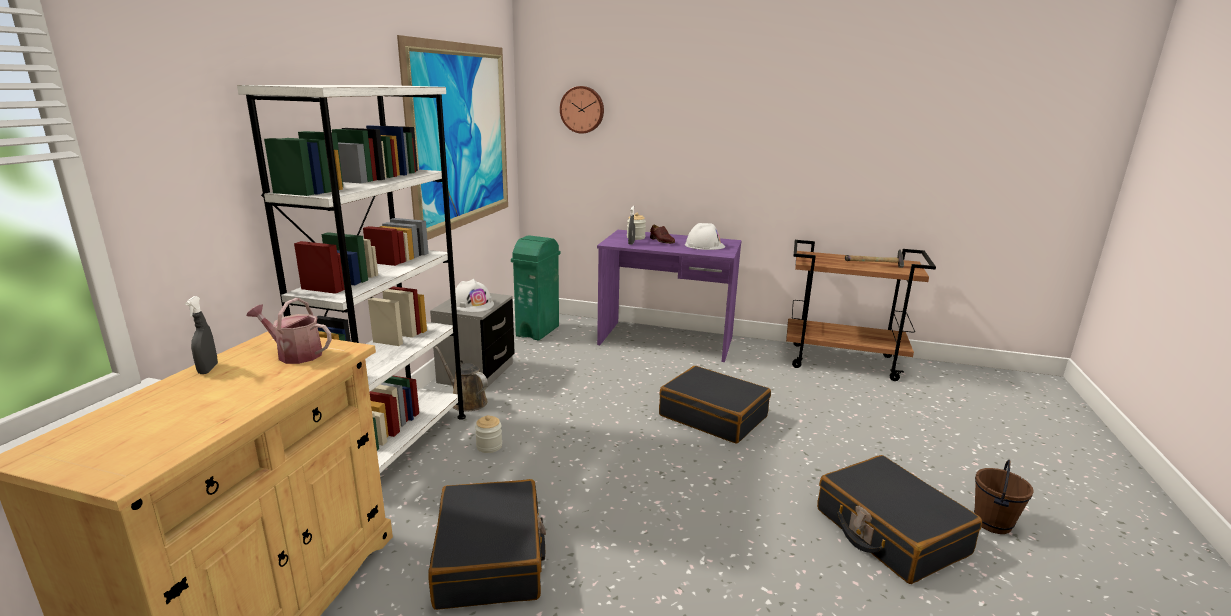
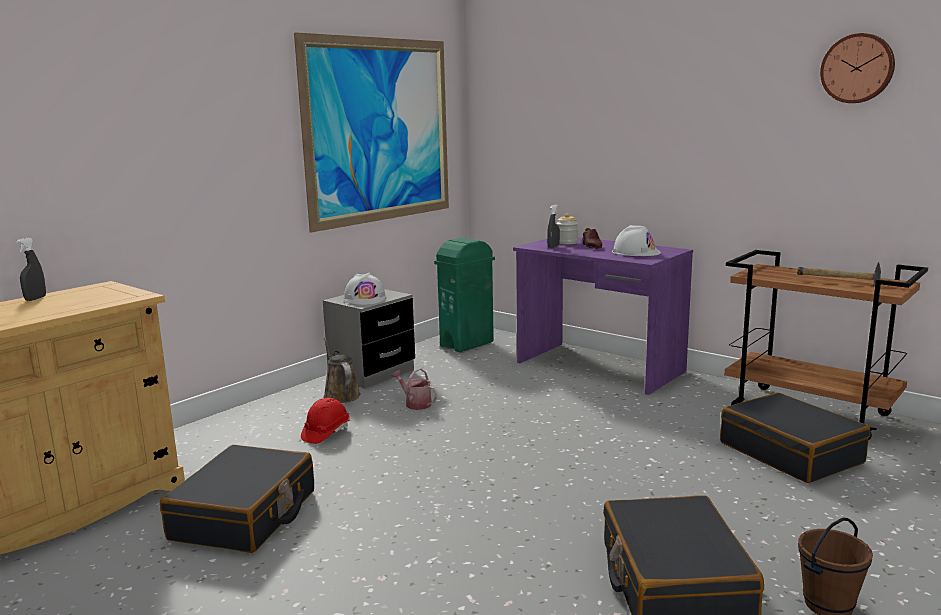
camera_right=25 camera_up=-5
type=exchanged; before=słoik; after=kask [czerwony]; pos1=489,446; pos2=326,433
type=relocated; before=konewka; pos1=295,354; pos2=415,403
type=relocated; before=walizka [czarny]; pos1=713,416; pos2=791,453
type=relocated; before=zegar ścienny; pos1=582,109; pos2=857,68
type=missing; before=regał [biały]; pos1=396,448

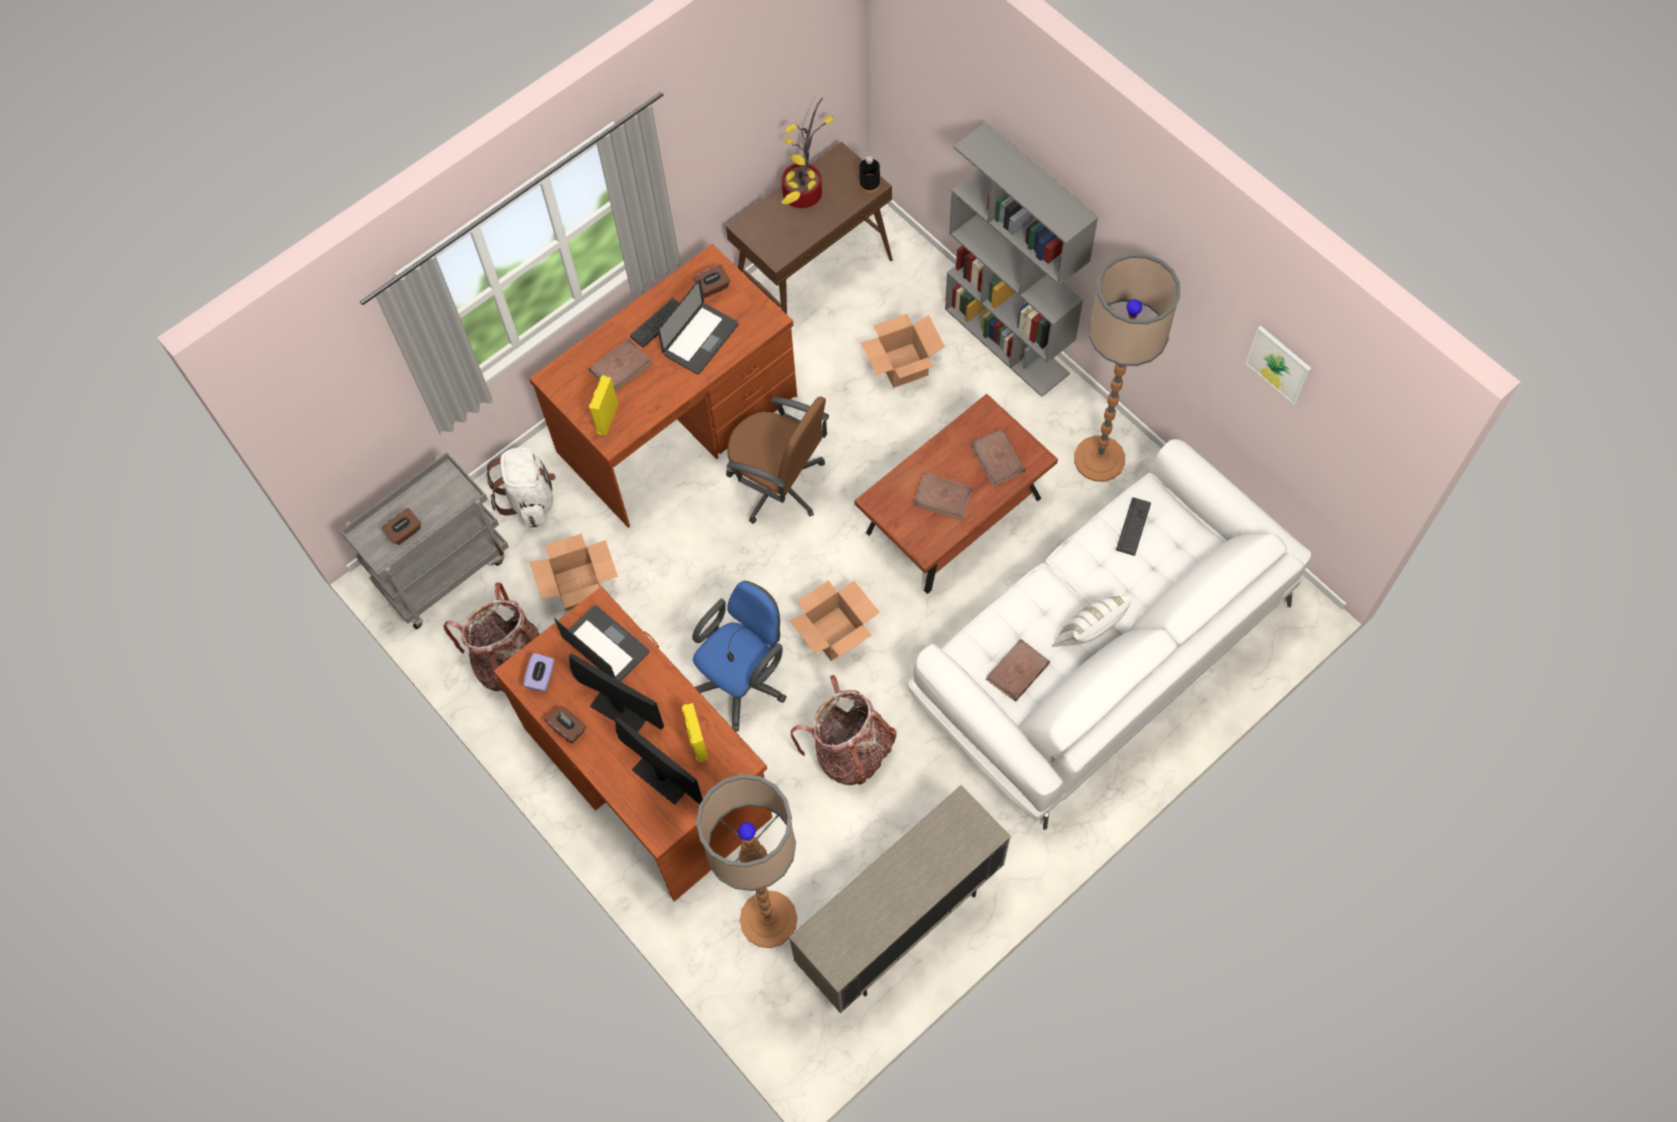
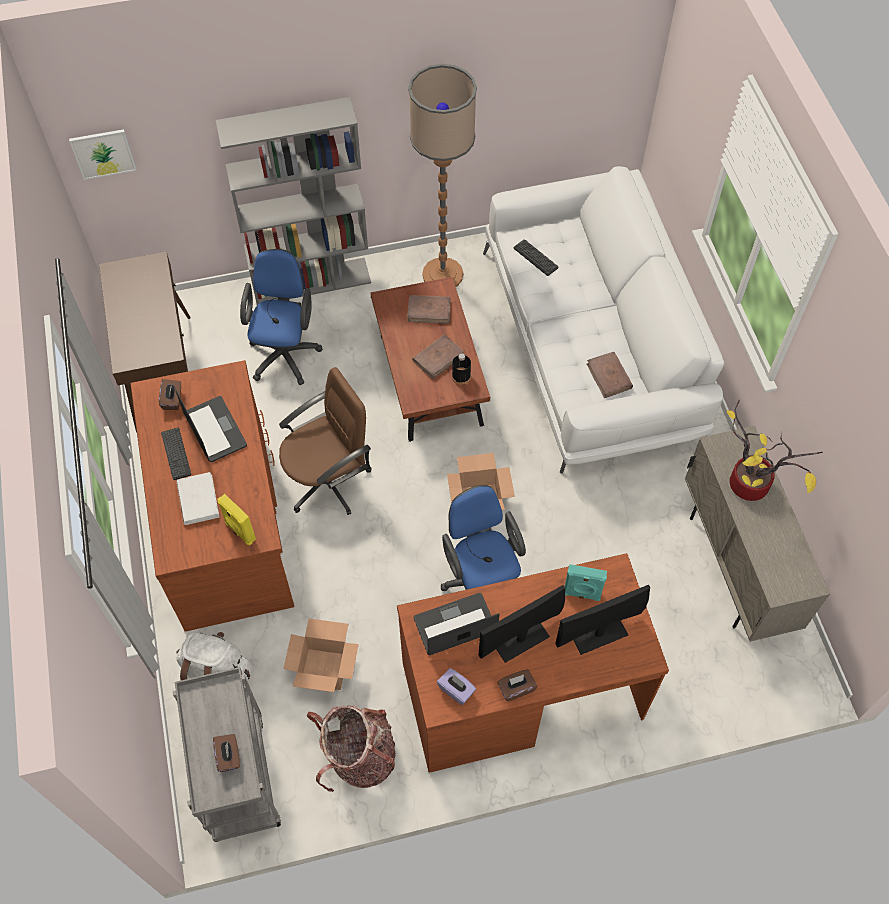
camera_right=-65 camera_up=-5
type=relocated; before=obraz; pos1=1279,364; pos2=103,153
type=colour; before=książka [brązowy]; after=książka [biały]; pos1=620,367; pos2=198,499
type=exchanged; before=karton; after=krzesło biurowe [niebieski]; pos1=903,366; pos2=285,352
type=relocated; before=butelka [czarny]; pos1=869,184; pos2=461,377
type=colour; before=głośnik [żółty]; after=głośnik [turkusowy]; pos1=697,742; pos2=581,594
type=relocated; before=roślina doniczkowa; pos1=804,196; pos2=752,484
type=missing; before=lampa stojąca; pos1=768,919
type=missing; before=plecak; pos1=850,750
type=missing; before=poduszka [biały]; pos1=1089,636

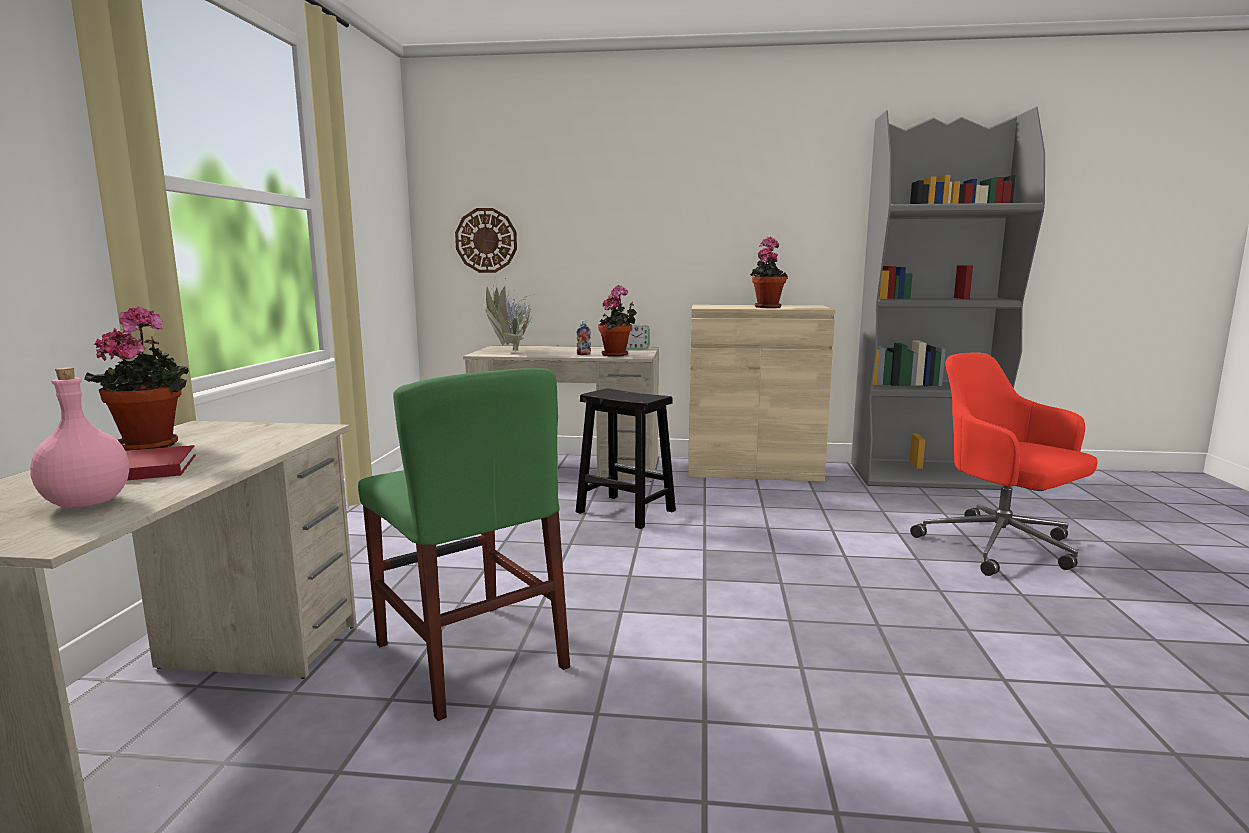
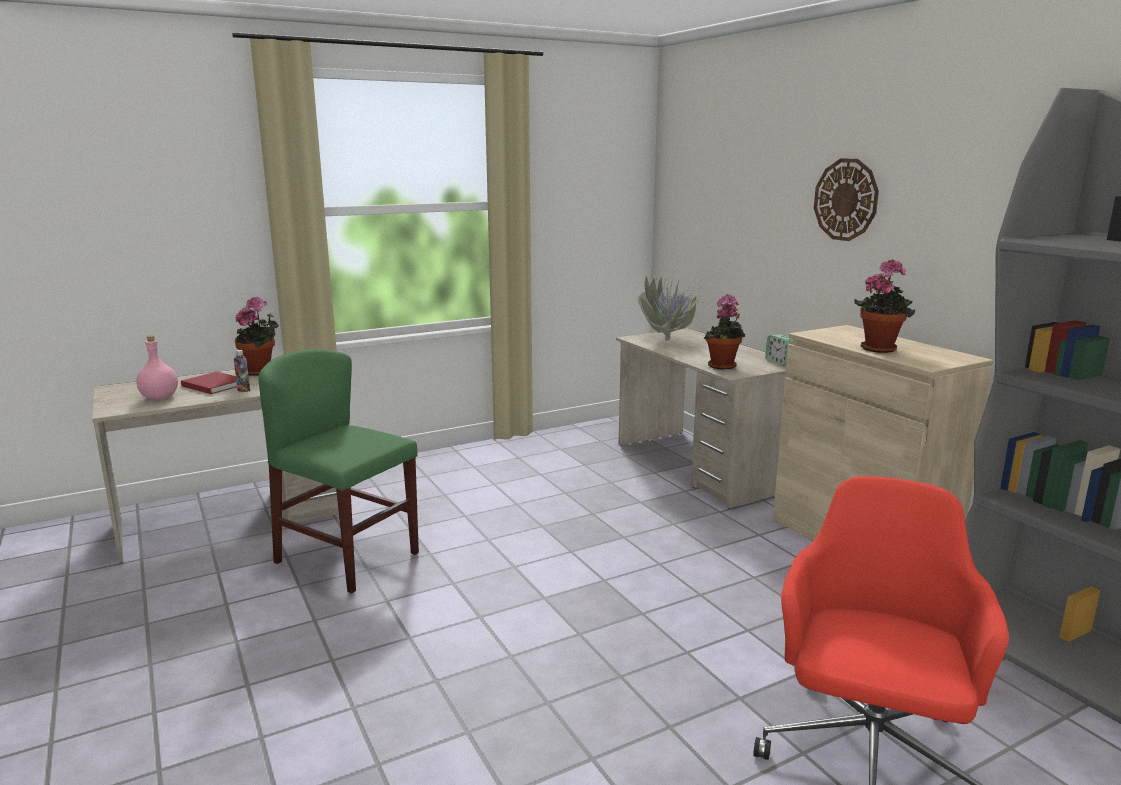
camera_right=55 camera_up=5
type=relocated; before=butelka; pos1=583,354; pos2=243,390
type=spun; before=krzesło [zielony]; pos1=469,655; pos2=347,557; turn=105
type=relocated; before=zegar ścienny; pos1=486,240; pos2=846,199
type=missing; before=stołek [czarny]; pos1=624,511

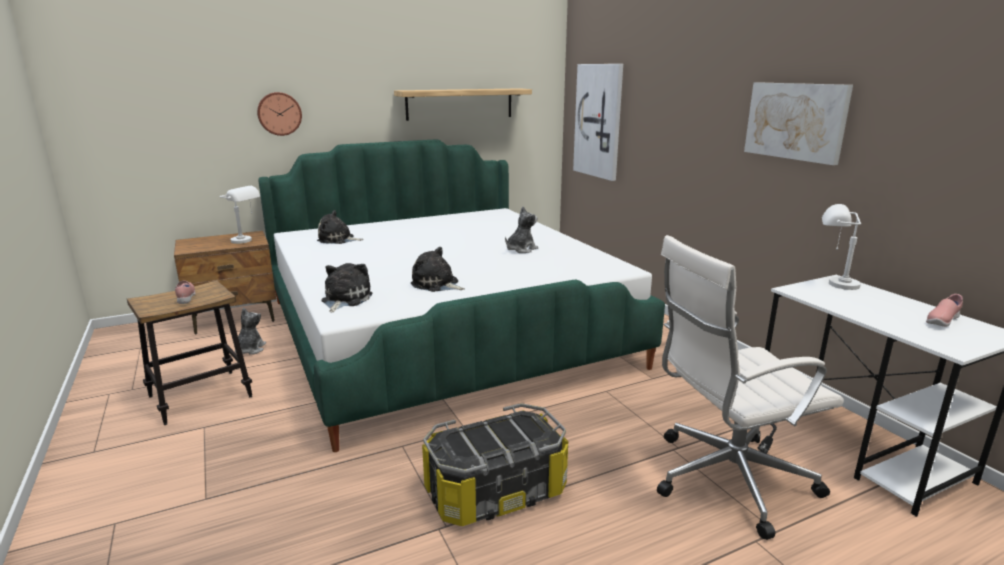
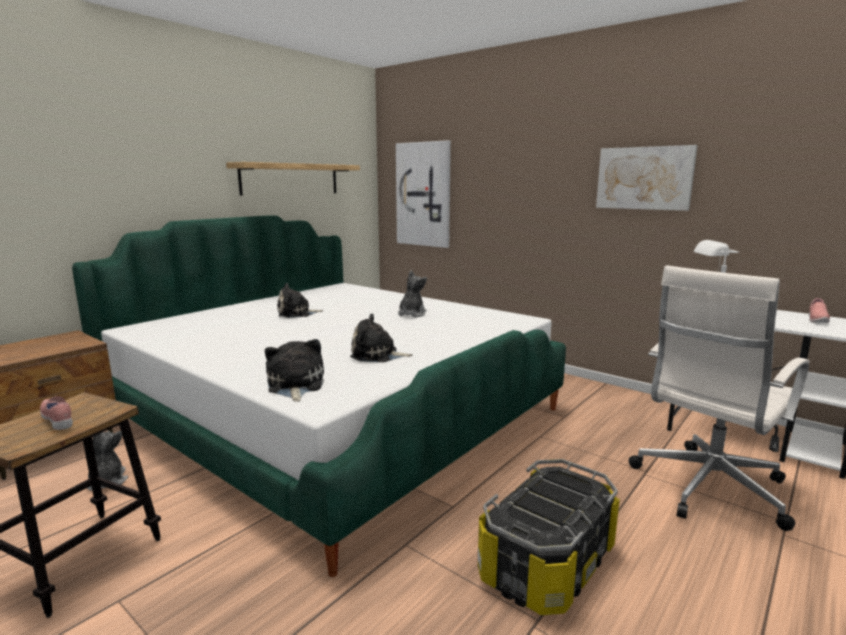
camera_right=-25 camera_up=-5
type=relocated; before=pluszak; pos1=338,240; pos2=296,313
type=missing; before=lampa stołowa [biały]; pos1=247,241
type=missing; before=zegar ścienny; pos1=279,113

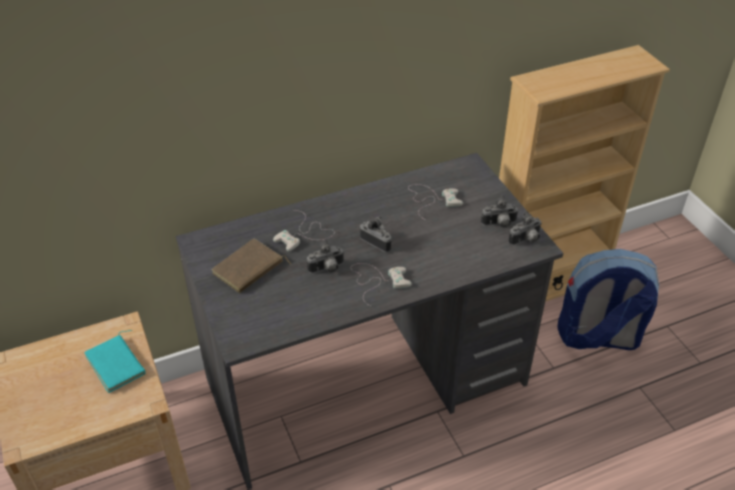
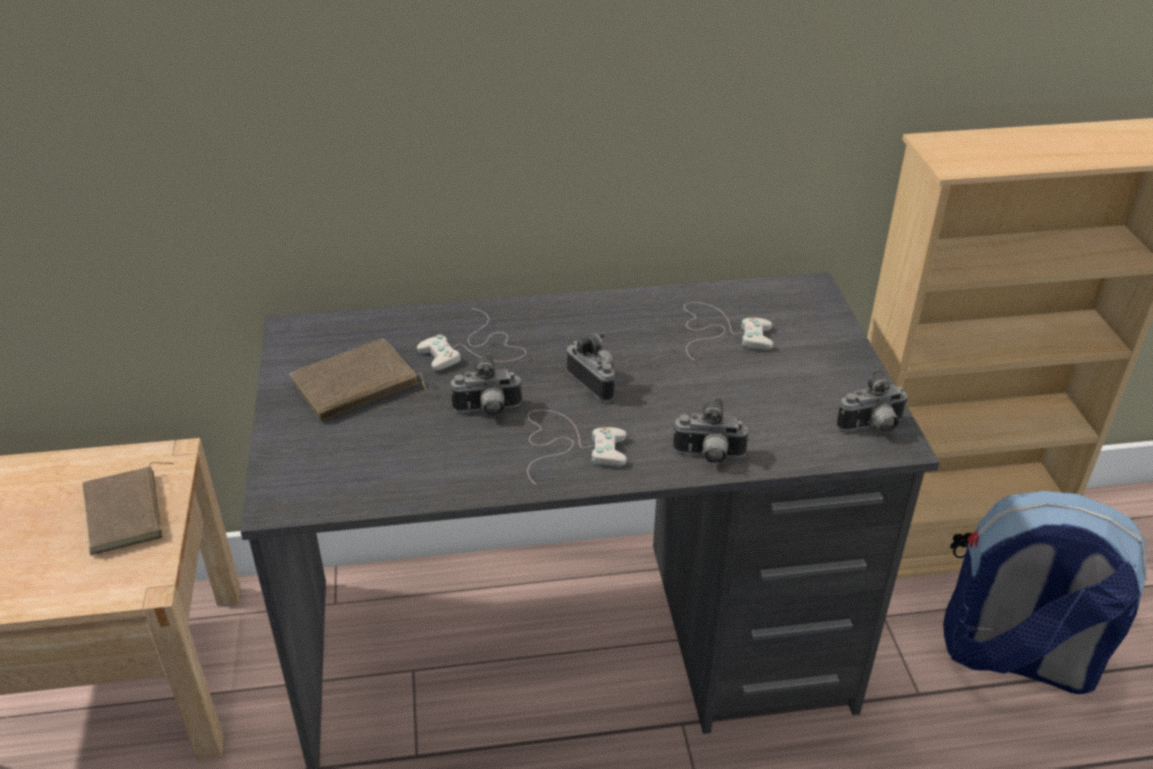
camera_right=15 camera_up=-5
type=colour; before=książka [turkusowy]; after=książka [brązowy]; pos1=118,364; pos2=128,514
type=relocated; before=aparat fotograficzny; pos1=499,224; pos2=708,456

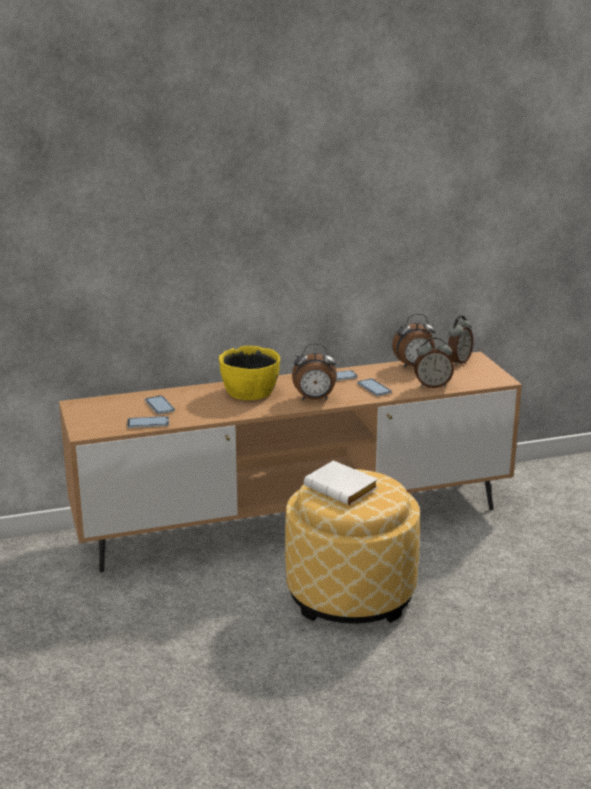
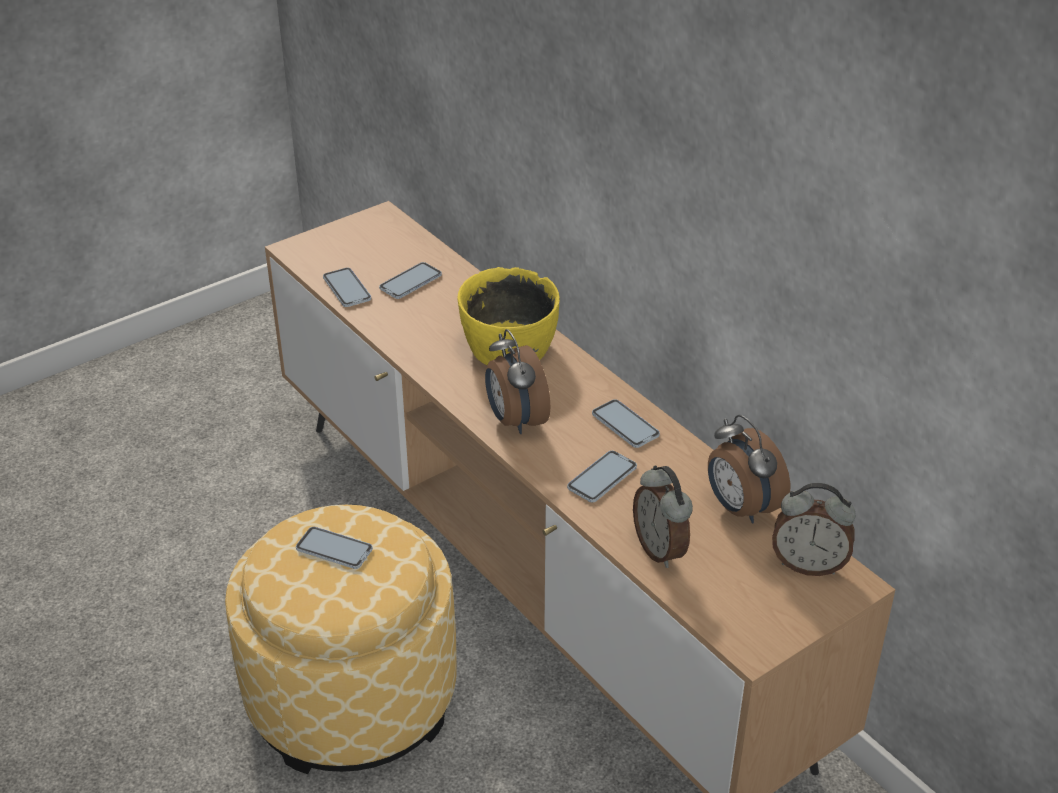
camera_right=70 camera_up=15
type=exchanged; before=książka [biały]; after=telefon; pos1=343,489; pos2=334,549

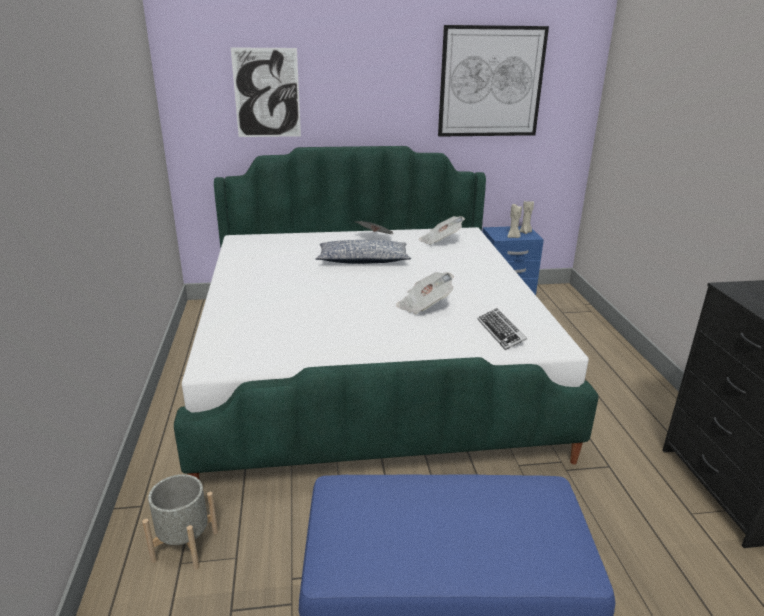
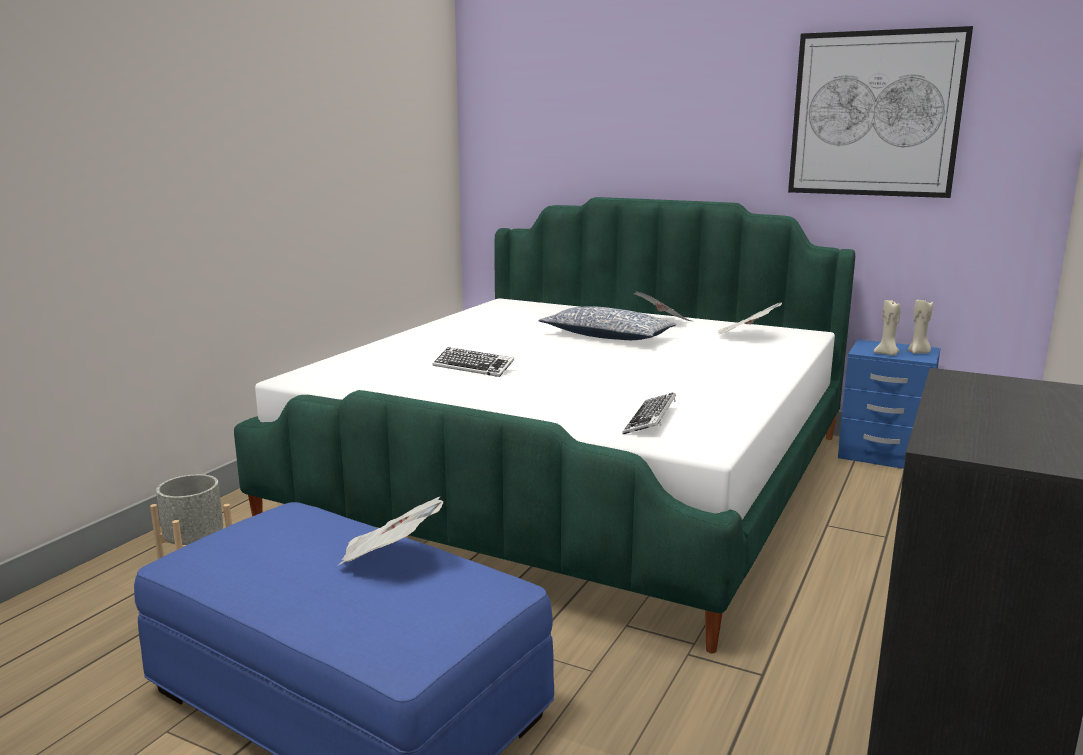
camera_right=35 camera_up=-10
type=relocated; before=gazeta; pos1=424,306; pos2=390,557
type=appeared; after=klawiatura; pos2=473,367
type=missing; before=obraz; pos1=267,93

